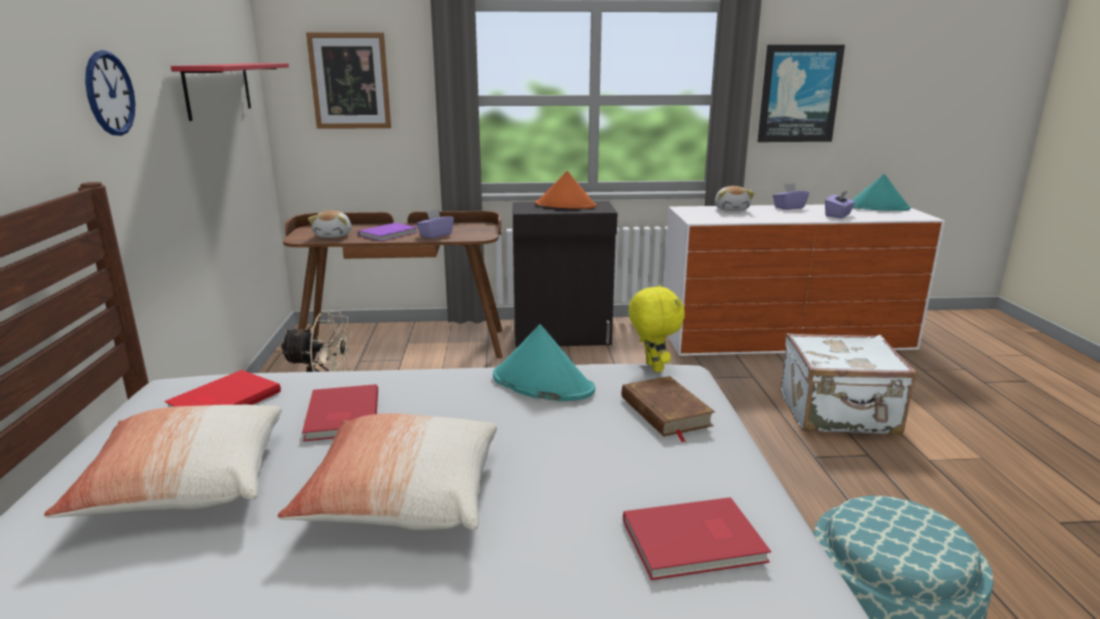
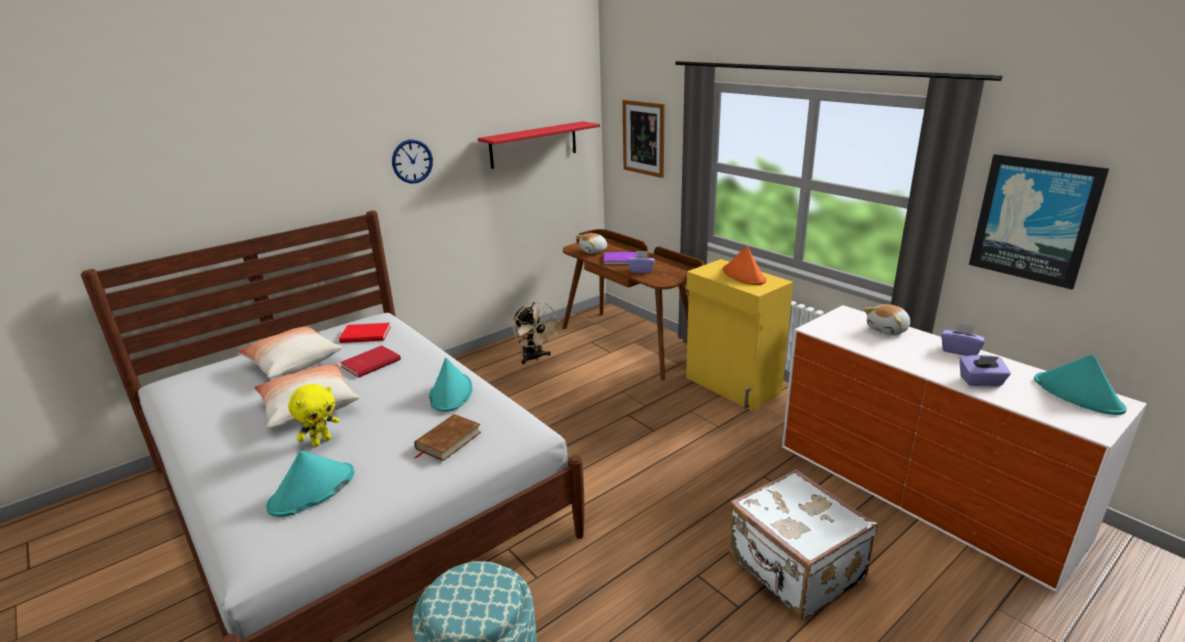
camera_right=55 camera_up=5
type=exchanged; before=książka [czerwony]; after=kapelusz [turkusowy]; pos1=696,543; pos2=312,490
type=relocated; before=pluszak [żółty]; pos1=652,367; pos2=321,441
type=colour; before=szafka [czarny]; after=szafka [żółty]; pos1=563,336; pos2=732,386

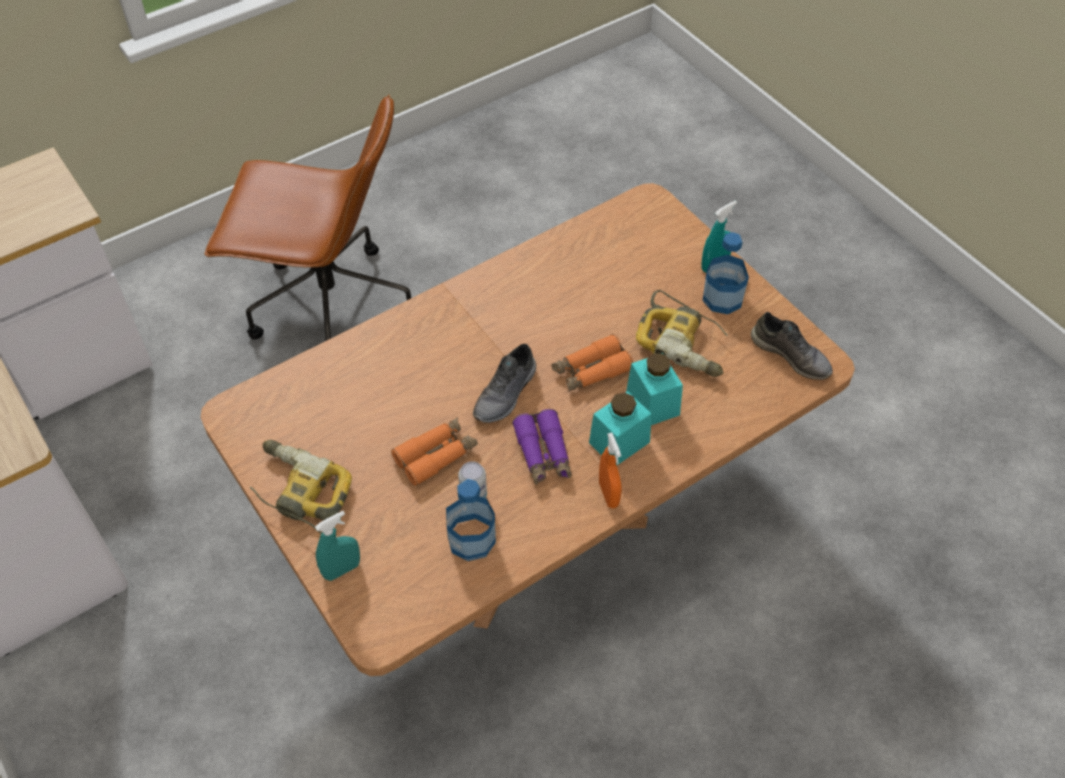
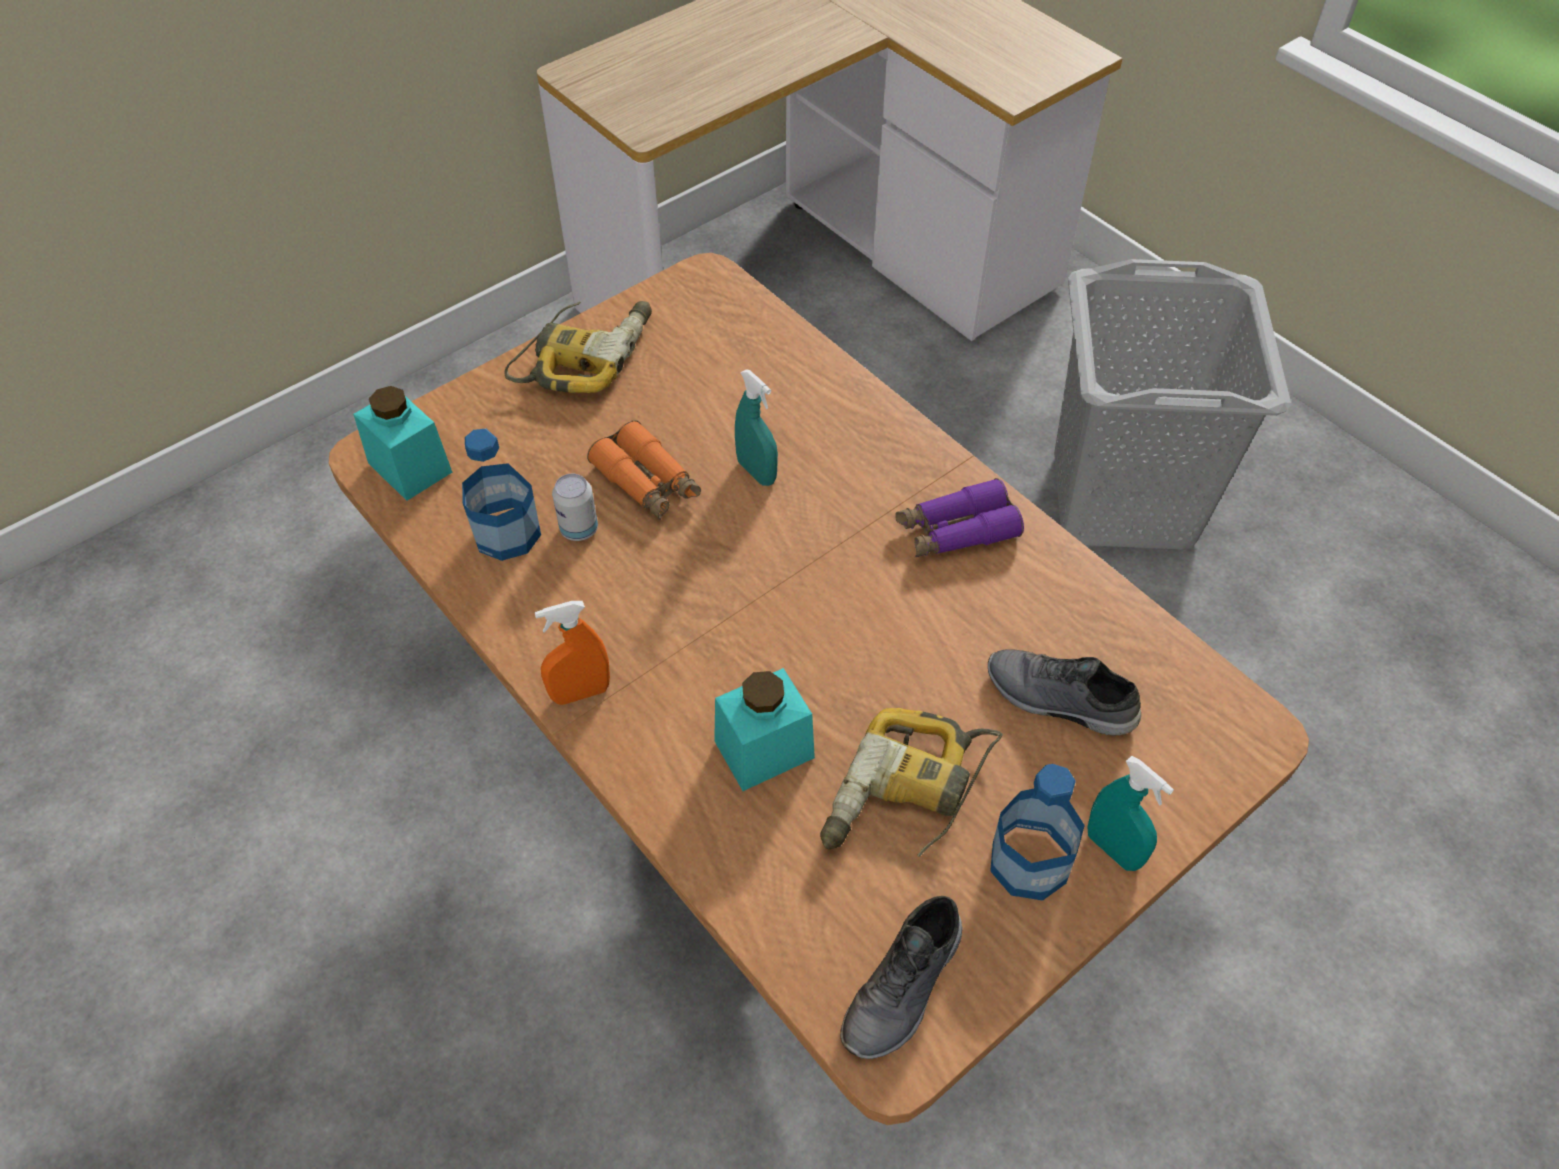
camera_right=85 camera_up=0
type=relocated; before=słoik [turkusowy]; pos1=619,442; pos2=410,467
type=relocated; before=spryskiwacz [turkusowy]; pos1=342,570; pos2=756,472
type=relocated; before=lornetka [fioletowy]; pos1=543,453; pos2=956,531
type=relocated; before=but [szary]; pos1=506,394; pos2=1058,701
type=exchanged; before=krzesło biurowe [brązowy]; after=kosz na pranie [szary]; pos1=329,308; pos2=1122,499
type=missing; before=lornetka [pomarańczowy]; pos1=591,371

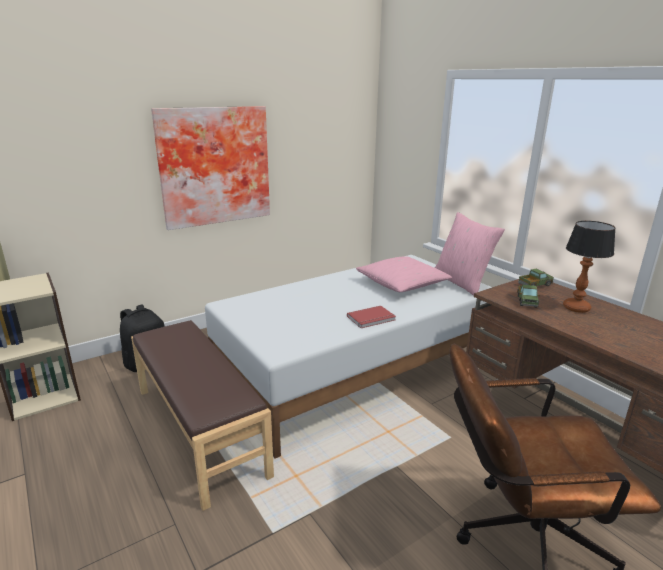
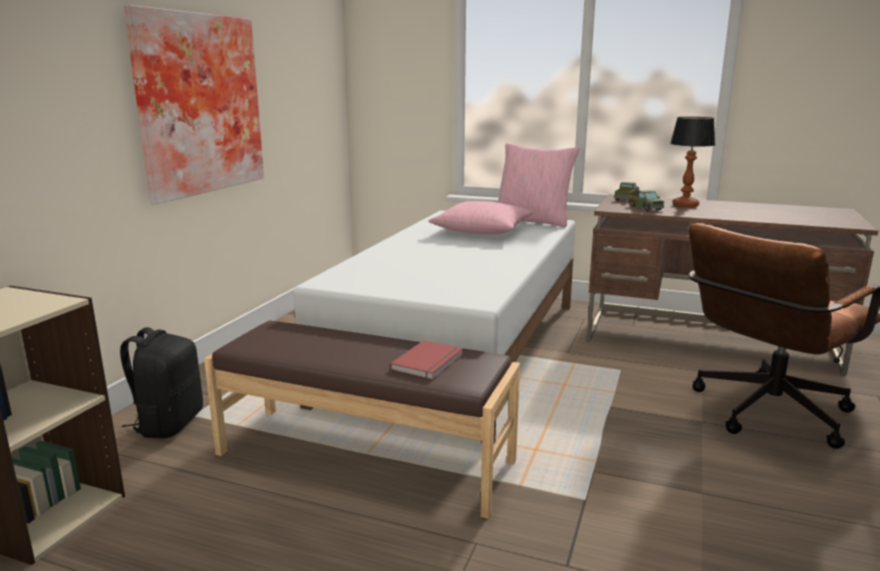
camera_right=-35 camera_up=-5
type=relocated; before=książka [czerwony]; pos1=372,319; pos2=430,362

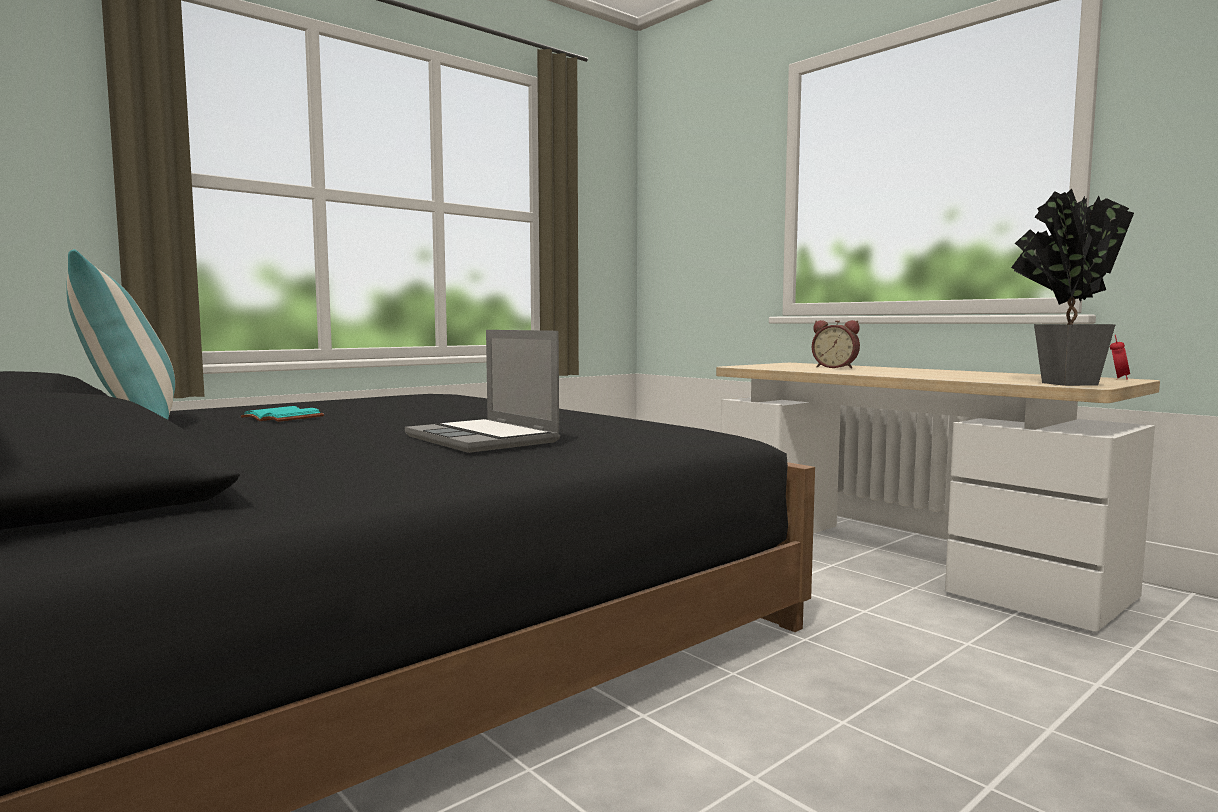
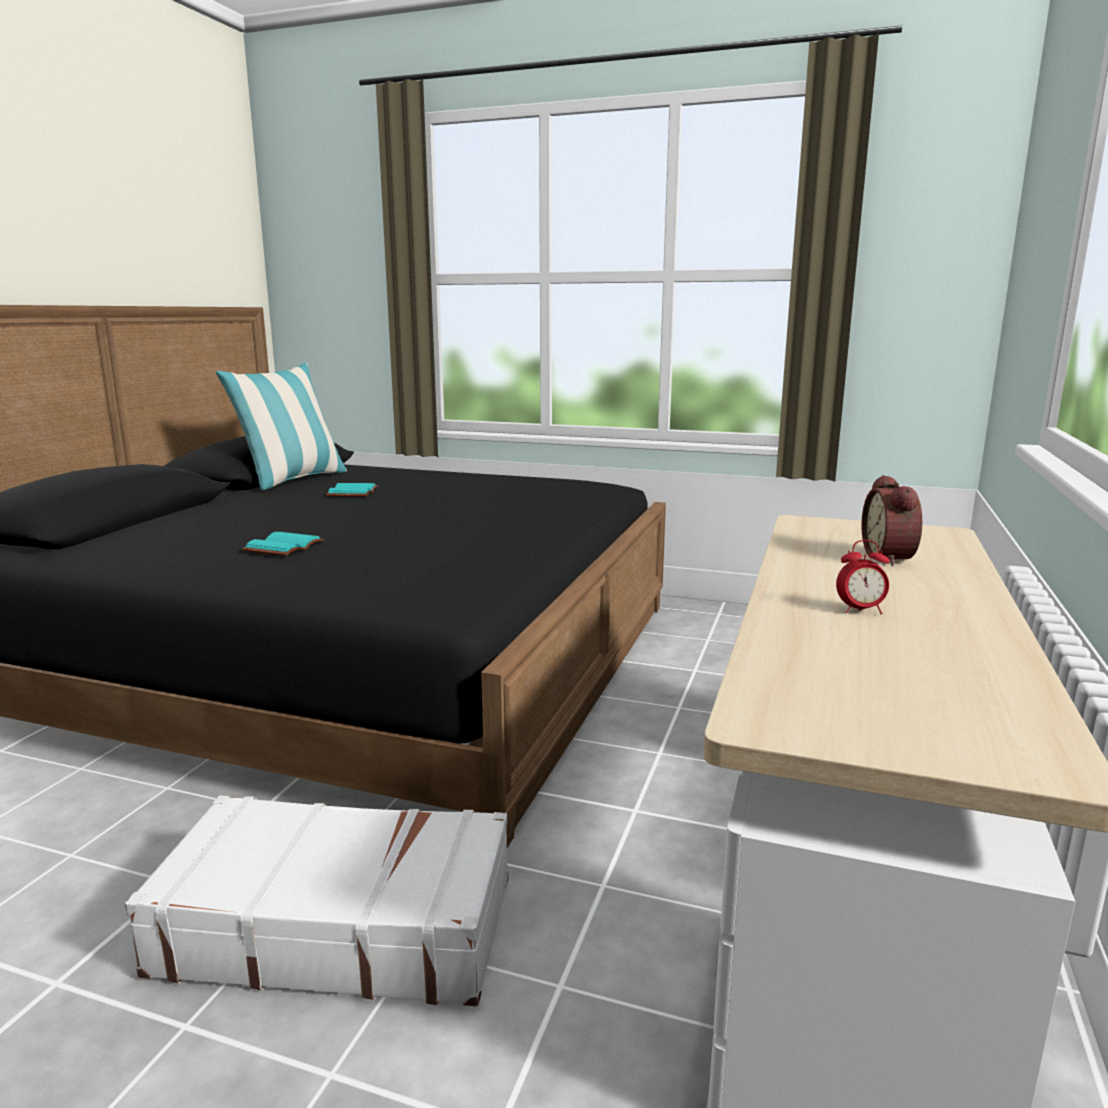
camera_right=60 camera_up=10
type=appeared; after=walizka [biały]; pos2=338,924
type=exchanged; before=laptop; after=książka [turkusowy]; pos1=484,439; pos2=285,547
type=relocated; before=budzik; pos1=1118,379; pos2=860,610
type=missing; before=roślina doniczkowa; pos1=1059,383

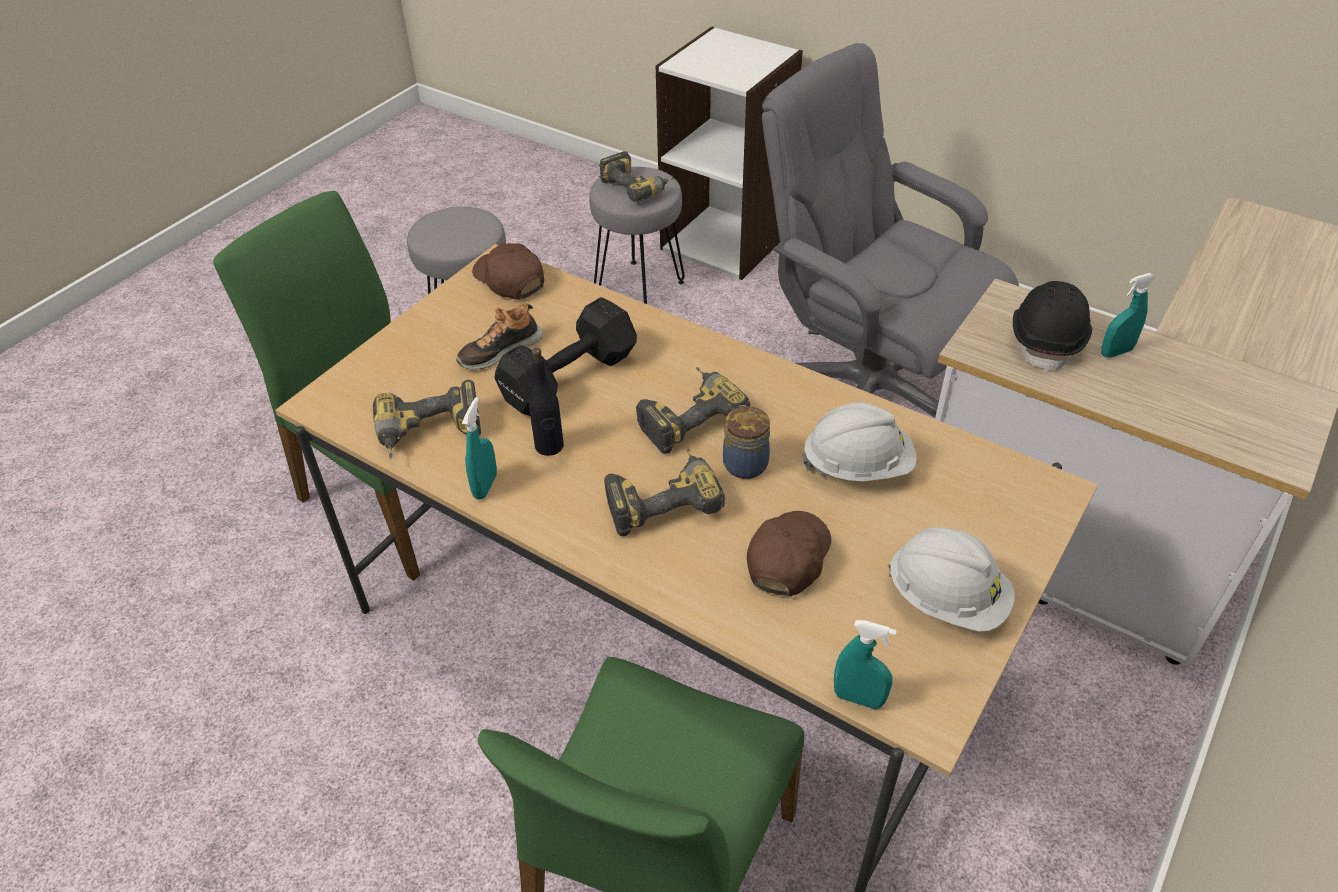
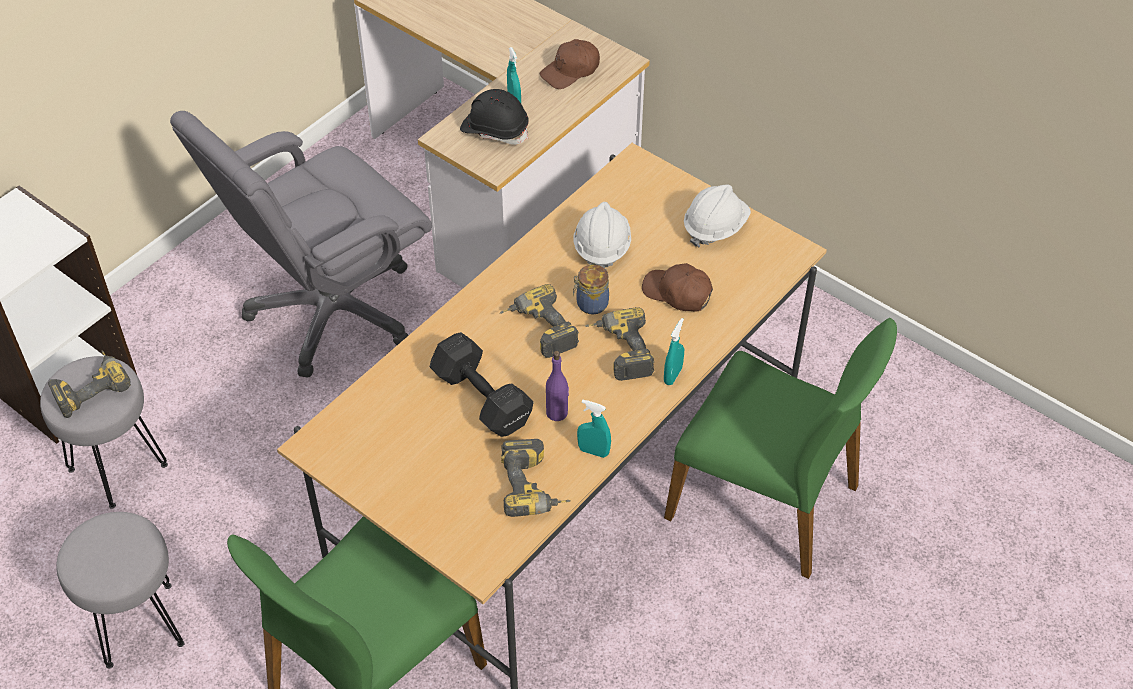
camera_right=-85 camera_up=5
type=relocated; before=czapka z daszkiem [brązowy]; pos1=509,280; pos2=570,71
type=colour; before=butelka [czarny]; after=butelka [fioletowy]; pos1=549,446; pos2=557,412
type=relocated; before=spryskiwacz [turkusowy]; pos1=858,698; pos2=673,375
type=missing; before=but; pos1=499,350

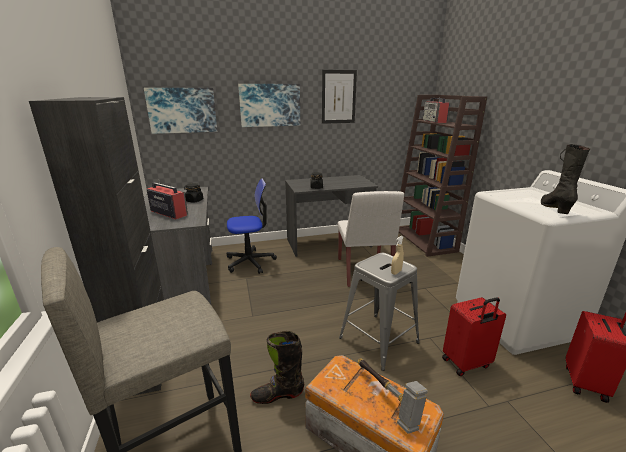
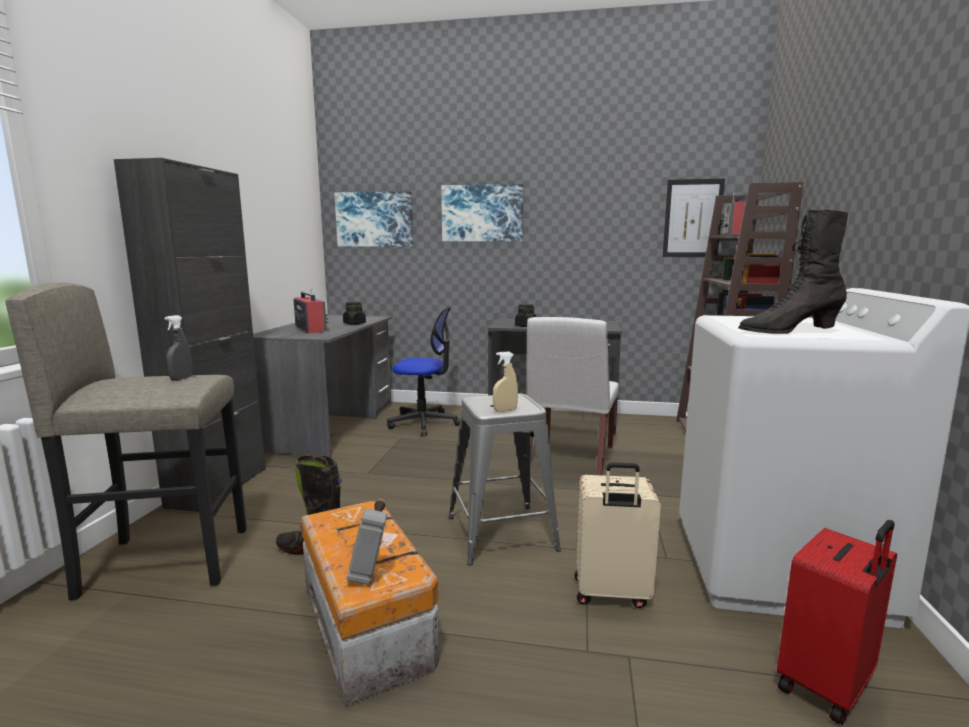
camera_right=25 camera_up=-10
type=appeared; after=spryskiwacz [szary]; pos2=181,378
type=colour; before=walizka [czerwony]; after=walizka [beżowy]; pos1=466,363; pos2=611,594
type=relocated; before=obraz; pos1=338,97; pos2=692,218
type=spun; before=but z cholewką [czarny]; pos1=554,209; pos2=788,332; turn=-135

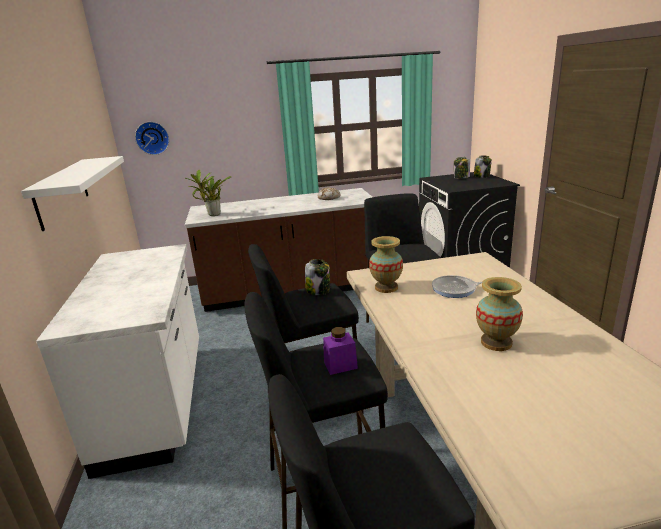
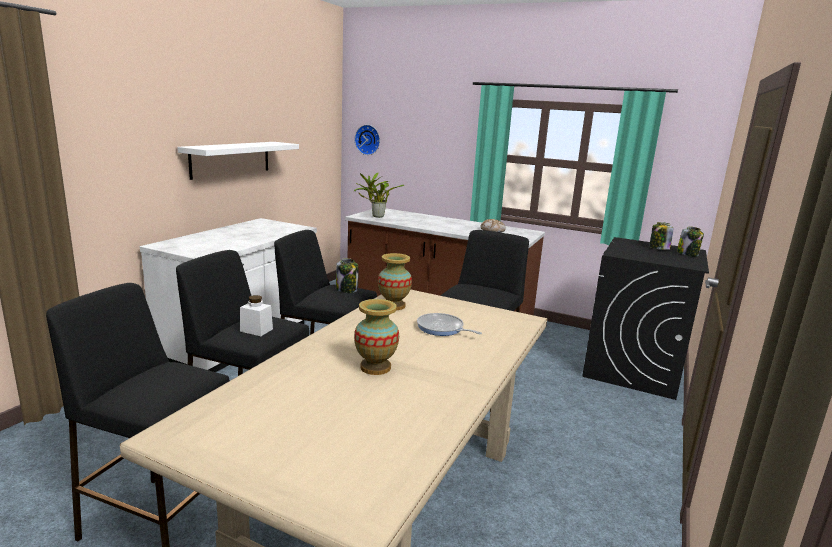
camera_right=35 camera_up=-5
type=colour; before=słoik [fioletowy]; after=słoik [biały]; pos1=340,365; pos2=256,330

